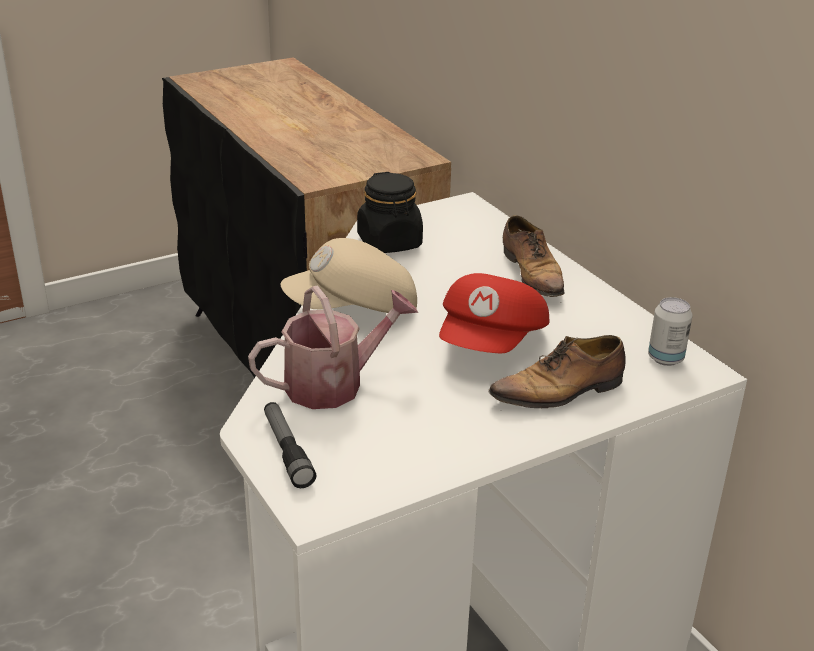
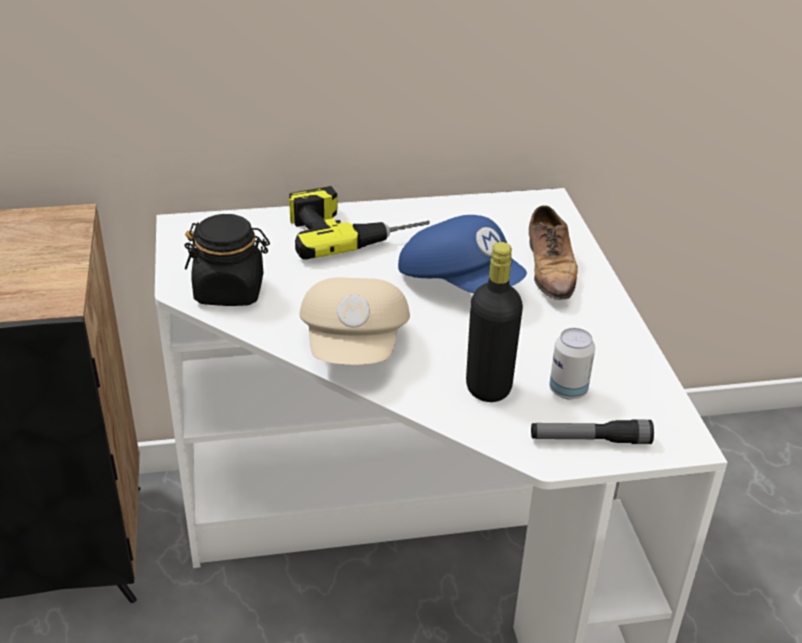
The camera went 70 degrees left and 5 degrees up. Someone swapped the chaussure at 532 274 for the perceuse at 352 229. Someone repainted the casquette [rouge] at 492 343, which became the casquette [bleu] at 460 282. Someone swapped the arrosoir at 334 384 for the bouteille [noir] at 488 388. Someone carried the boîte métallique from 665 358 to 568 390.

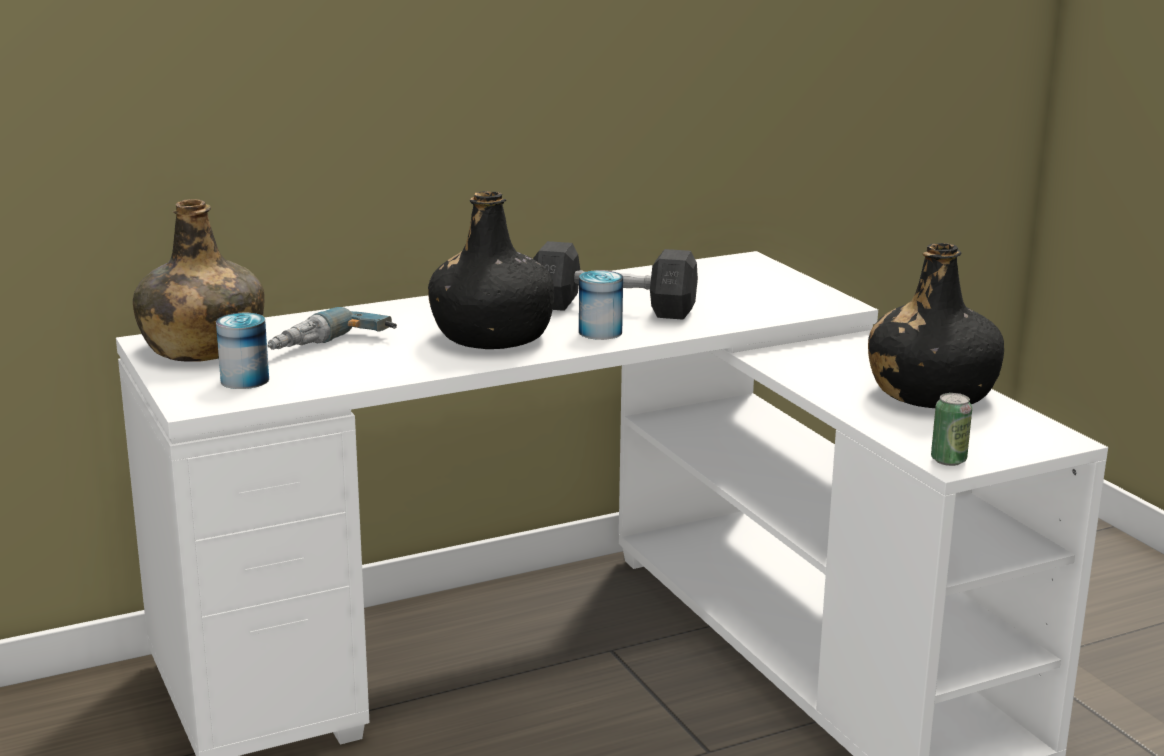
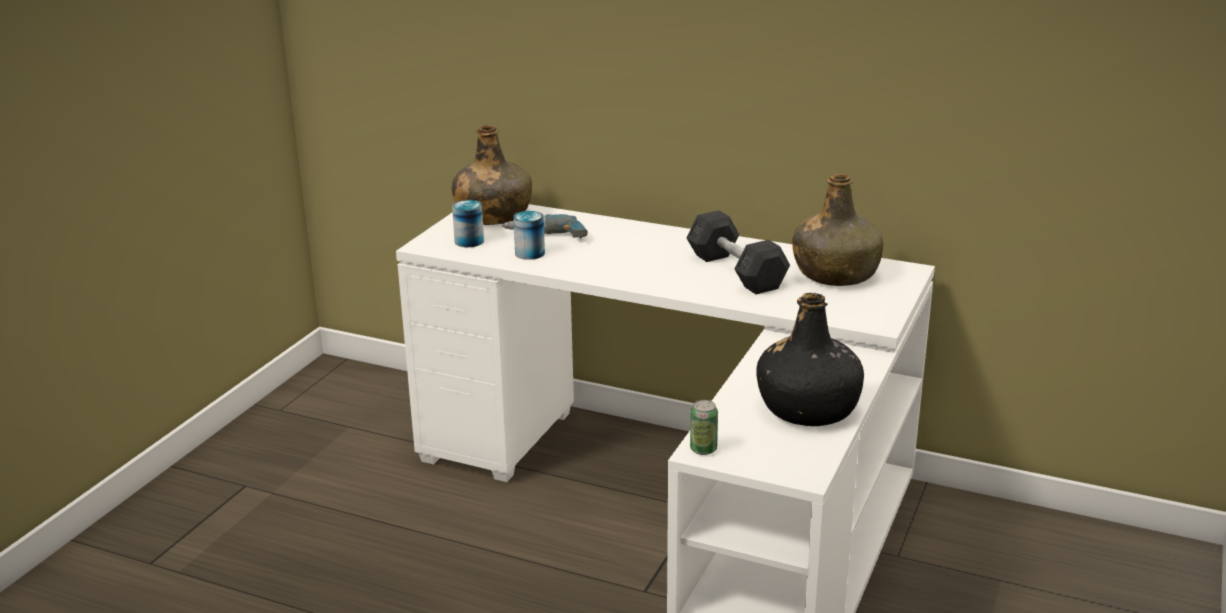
The camera went 50 degrees right and 5 degrees up. Someone took away the bouteille [noir] at 492 337. Someone carried the boîte métallique from 600 332 to 530 253. Someone put down the bouteille [vert] at 835 274.

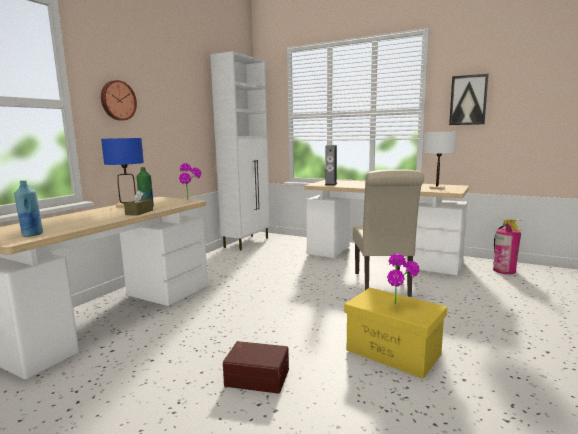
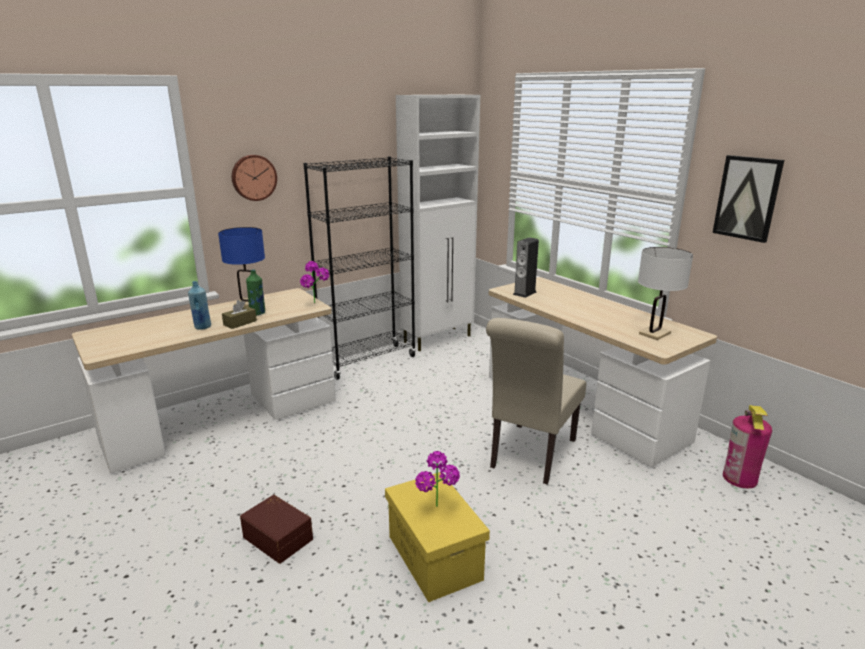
The camera went 25 degrees right and 10 degrees up. Someone carried the bouteille [bleu] from 32 234 to 202 327. Someone put down the bibliothèque [noir] at 368 362.

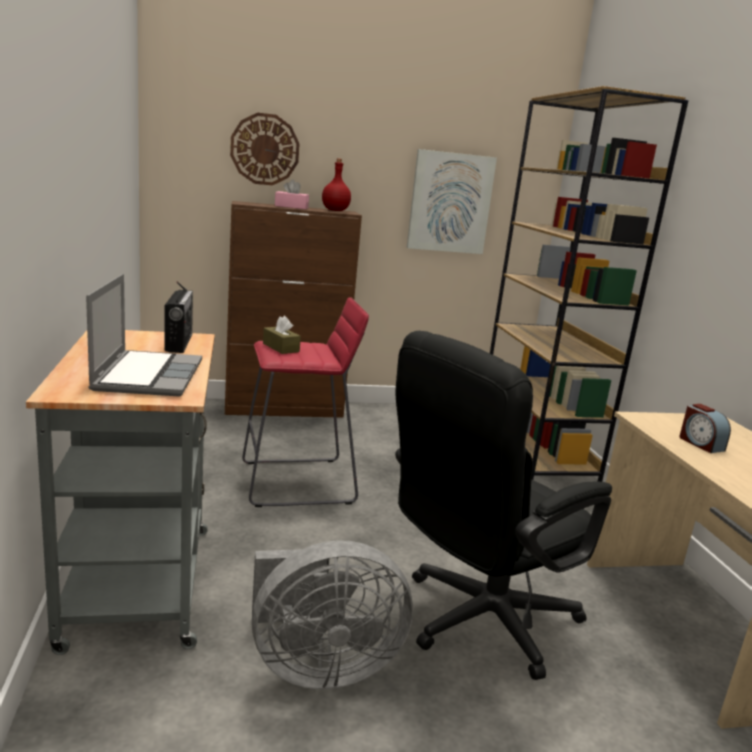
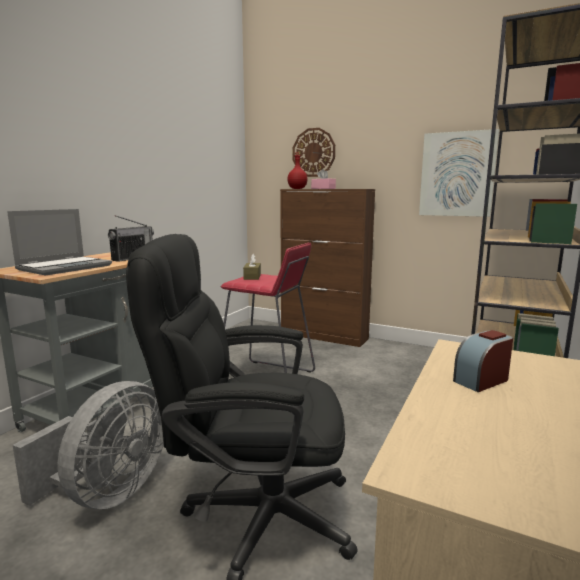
The camera went 40 degrees right and 5 degrees down. Someone carried the bouteille [rouge] from 334 210 to 297 189. Someone rotated the réveil at 700 443 by 45 degrees clockwise. Someone rotated the ventilateur [gris] at 318 666 by 90 degrees counterclockwise.

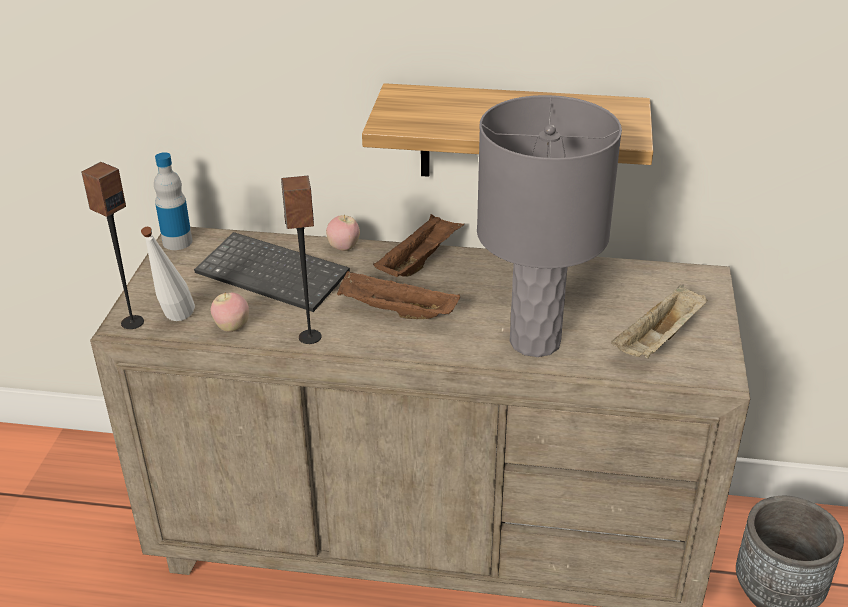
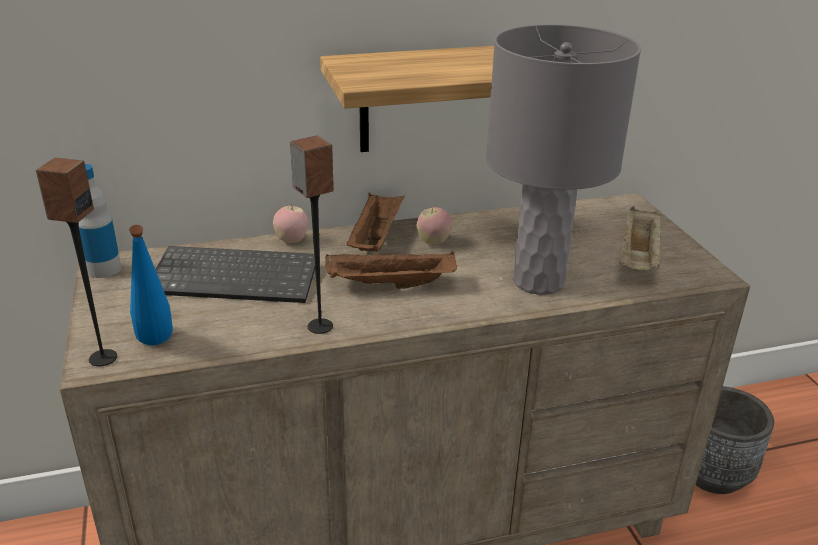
The camera went 25 degrees left and 5 degrees down. Someone repainted the bouteille [blanc] at 175 323, which became the bouteille [bleu] at 156 347. Someone carried the pomme from 232 327 to 433 242.

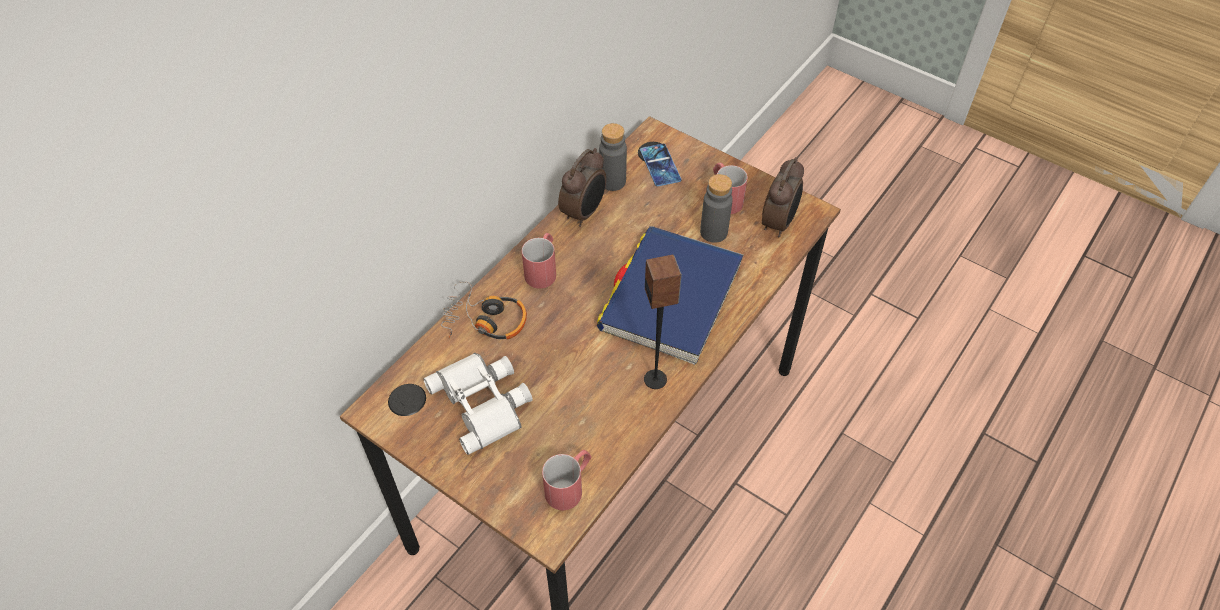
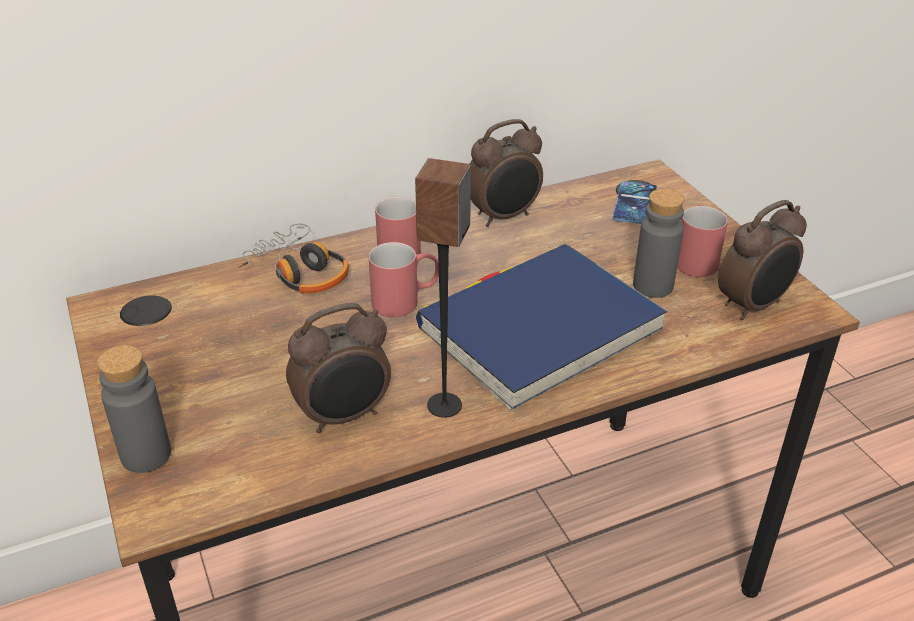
The camera went 30 degrees right and 15 degrees down. Someone carried the bouteille [gris] from 612 181 to 146 455. Someone took away the jumelles [blanc] at 484 402. Someone carried the mug [rouge] from 570 486 to 406 301. Someone put down the réveil at 344 416.

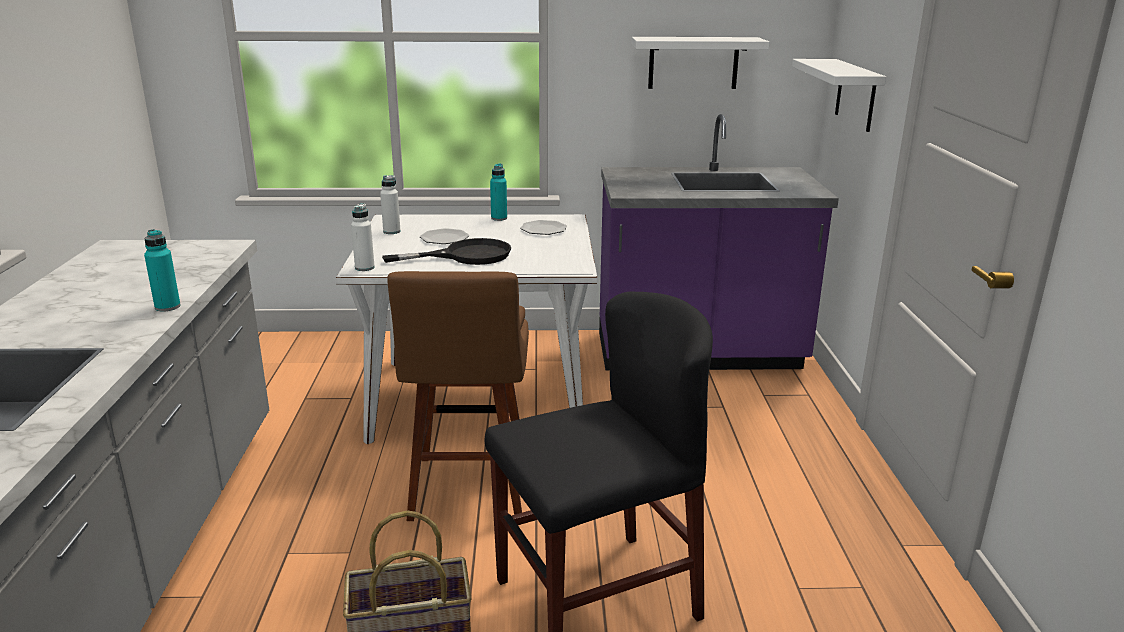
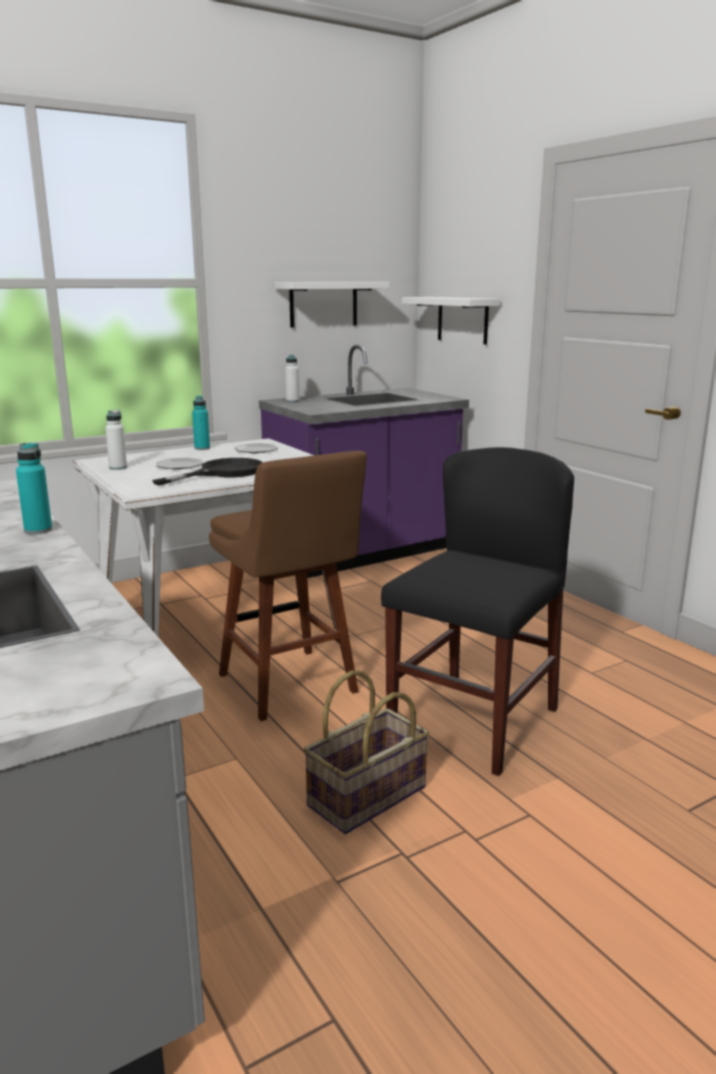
The camera went 30 degrees left and 5 degrees down. Someone carried the bouteille [blanc] from 364 268 to 292 401.

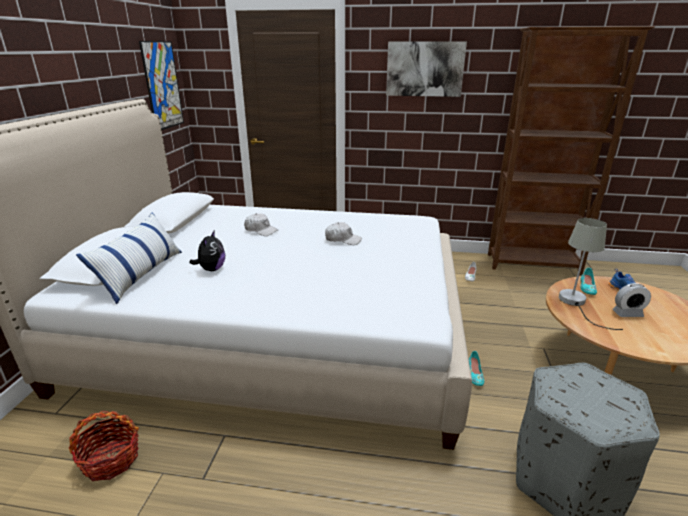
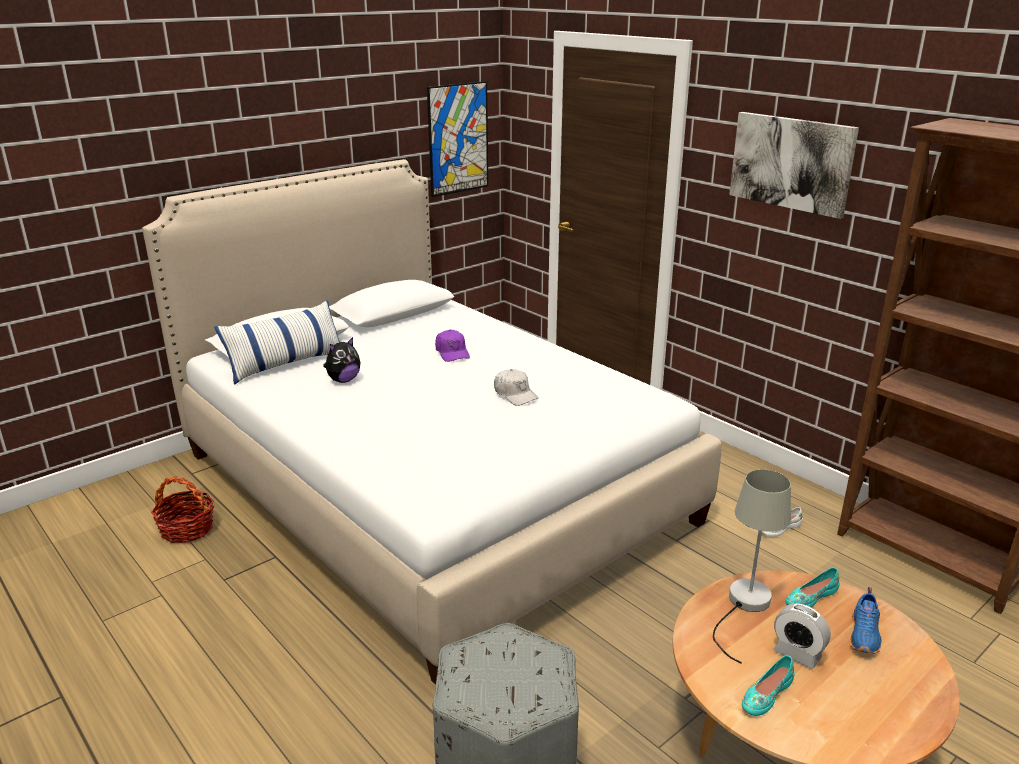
The camera went 40 degrees right and 0 degrees up. Someone repainted the casquette [blanc] at 261 230, which became the casquette [violet] at 452 353. Someone carried the chaussure [turquoise] from 474 374 to 766 694.

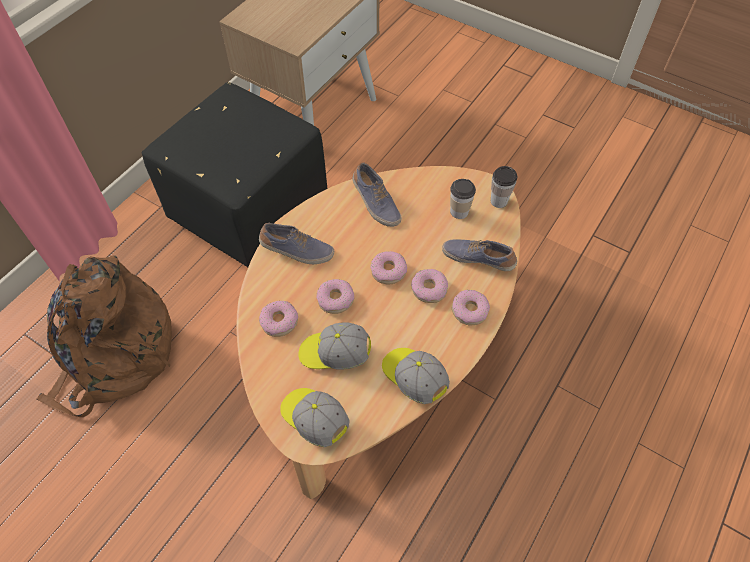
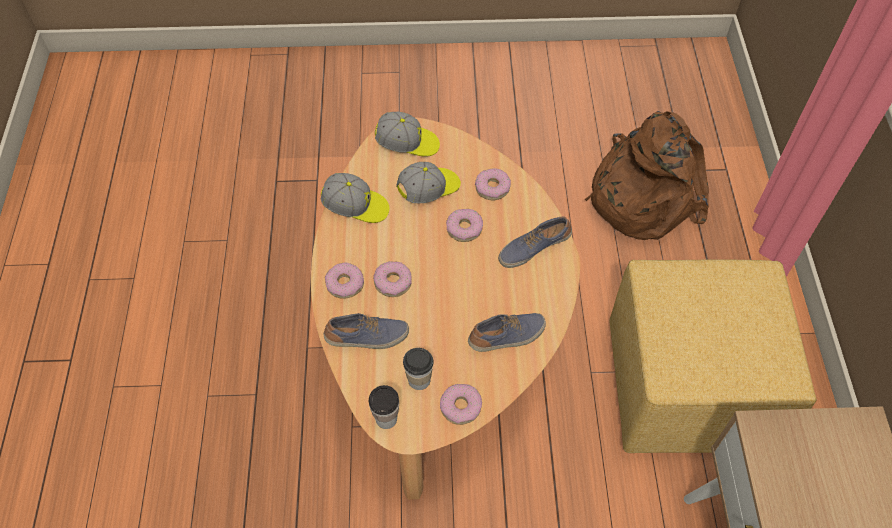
The camera went 145 degrees right and 0 degrees up. Someone repainted the pouf [noir] at 248 209, which became the pouf [jaune] at 689 388. Someone rotated the chaussure at 375 203 by 135 degrees clockwise. Someone carried the beignet from 388 271 to 460 406.

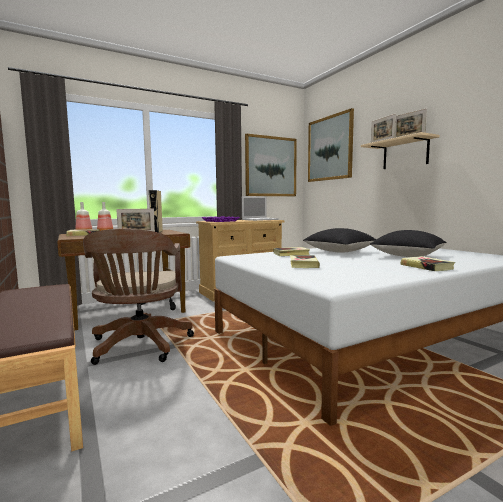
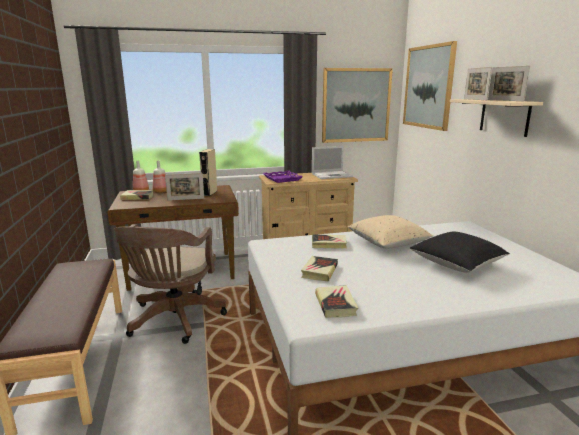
The camera went 15 degrees right and 10 degrees up. Someone repainted the coussin [noir] at 339 251, which became the coussin [beige] at 388 243. Someone carried the livre from 426 267 to 335 304.

